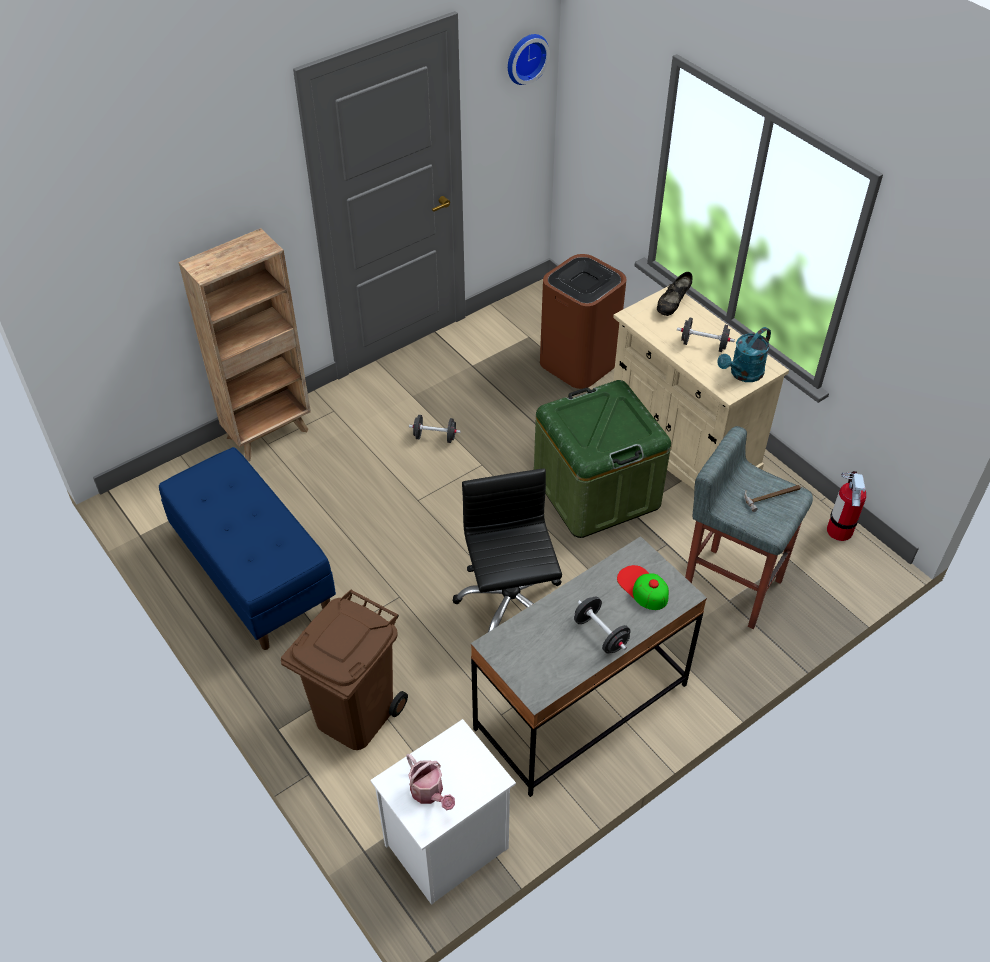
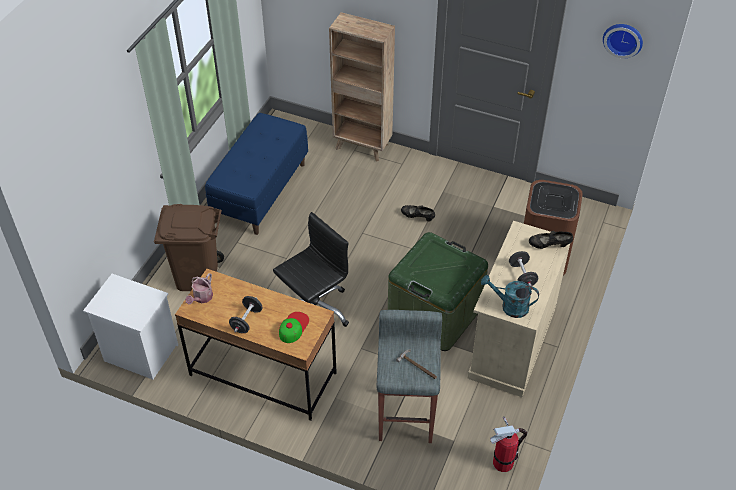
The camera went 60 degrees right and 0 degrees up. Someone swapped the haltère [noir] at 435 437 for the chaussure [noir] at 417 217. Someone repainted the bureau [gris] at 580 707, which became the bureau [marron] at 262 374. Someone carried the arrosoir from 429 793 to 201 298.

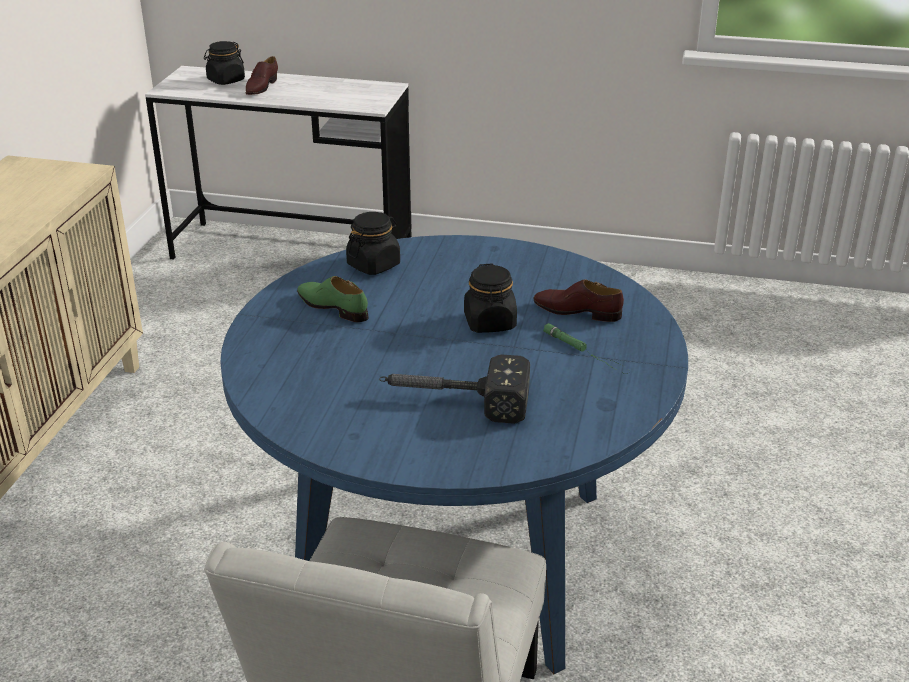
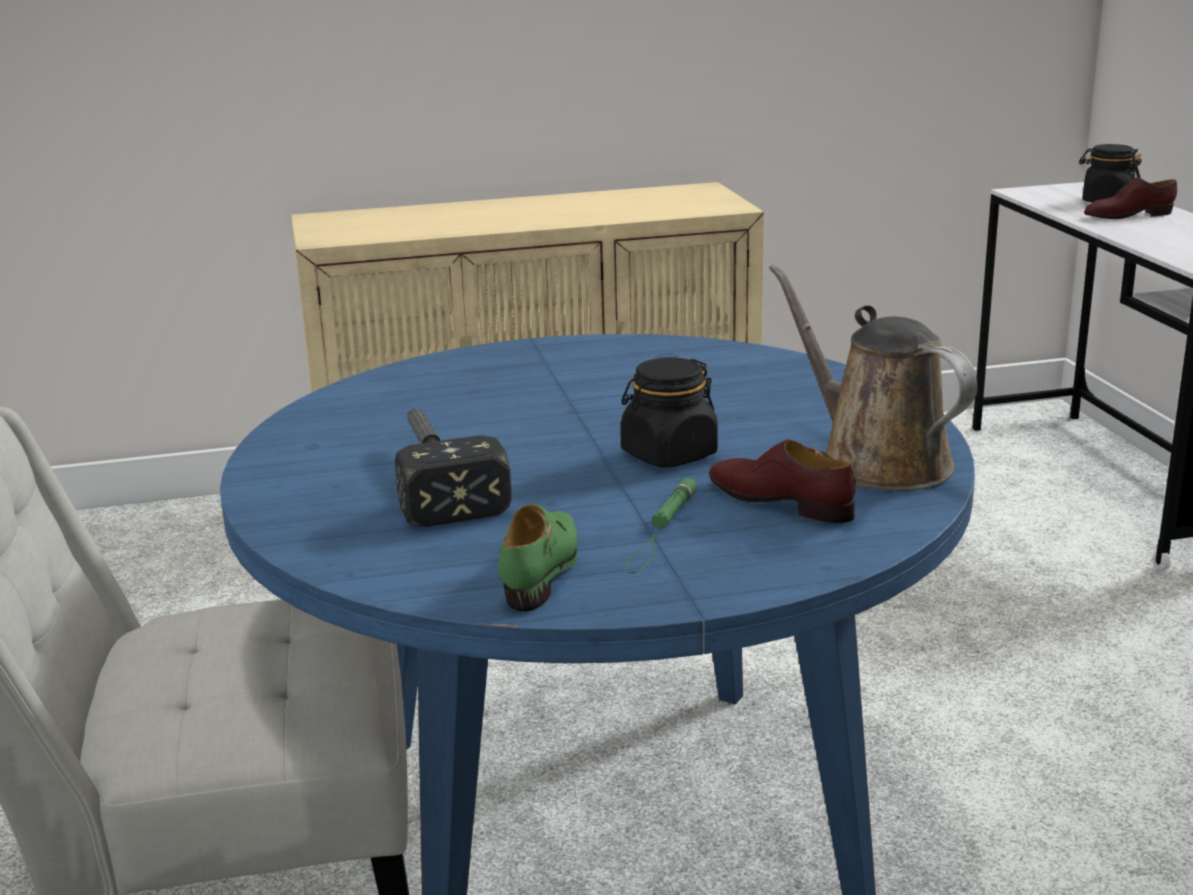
The camera went 65 degrees right and 10 degrees down. Someone took away the bocal [noir] at 373 265. Someone carried the chaussure [vert] from 333 307 to 543 570. Someone rotated the chaussure [marron] at 577 311 by 45 degrees counterclockwise. Someone put down the arrosoir [marron] at 875 460.

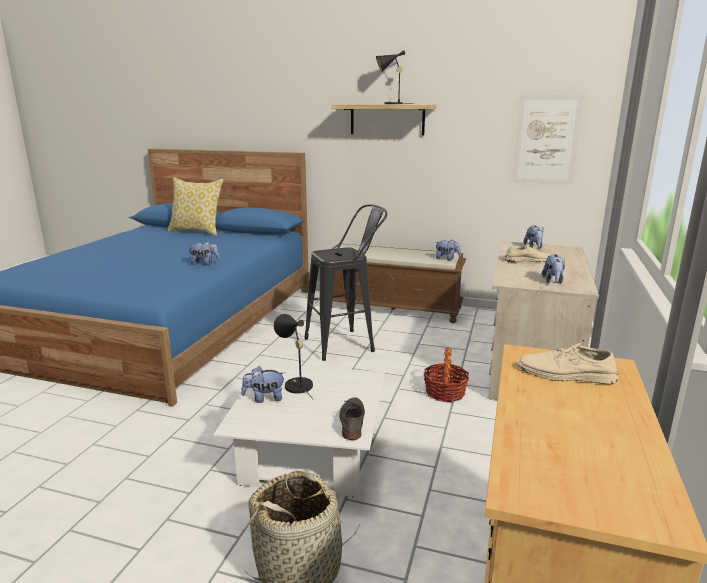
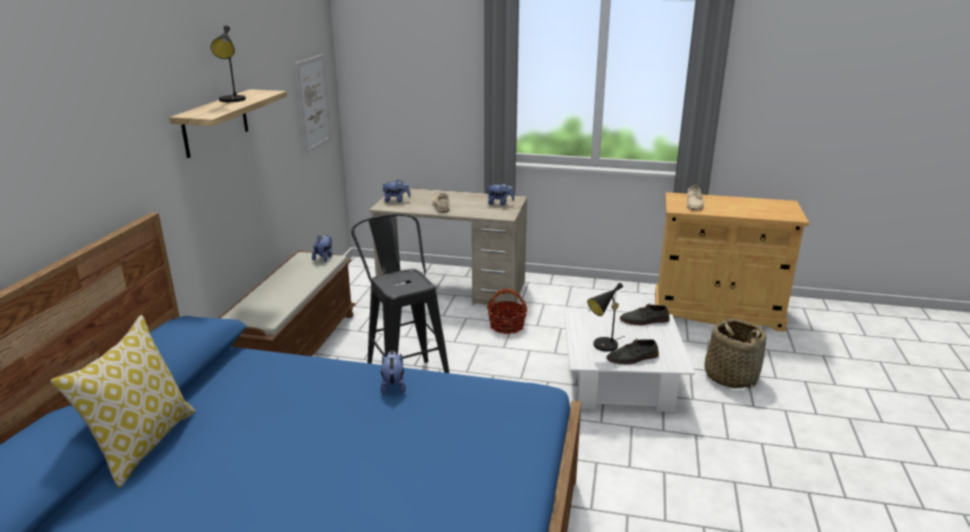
The camera went 95 degrees left and 5 degrees up. Someone swapped the peluche at 264 398 for the chaussure [gris] at 632 358.

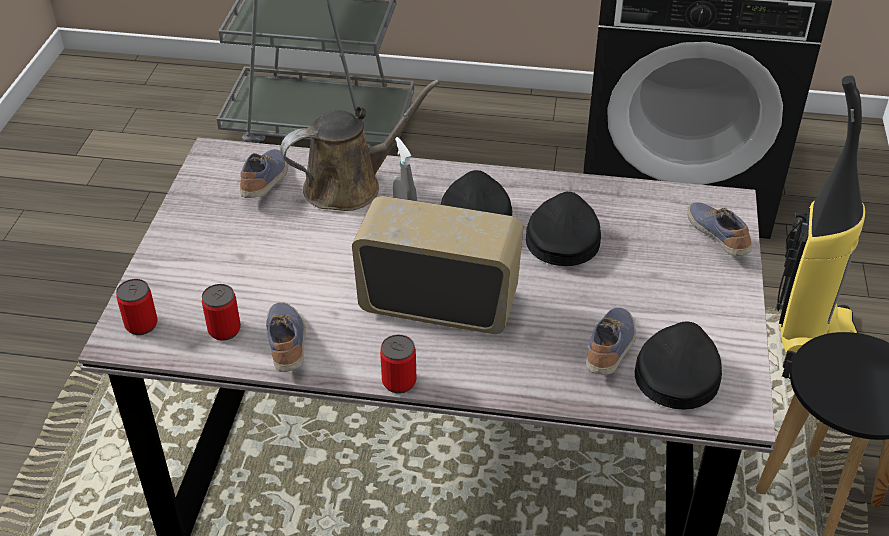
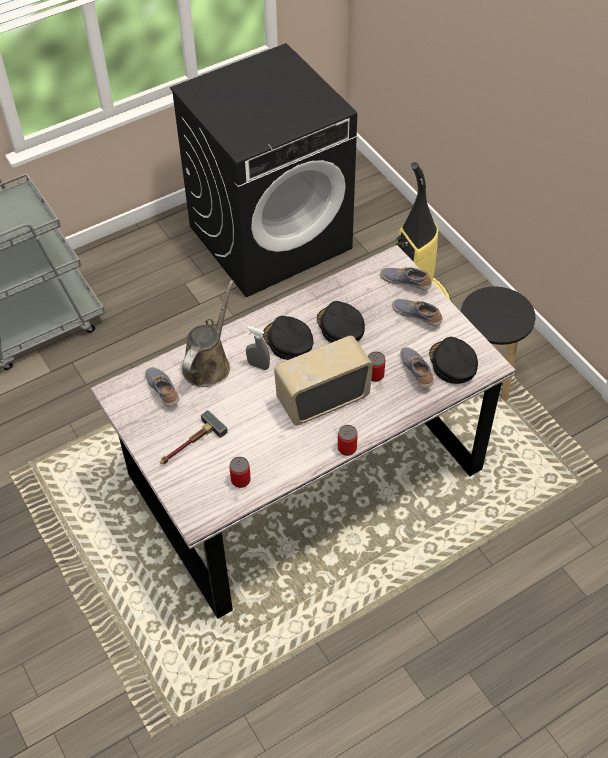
The camera went 40 degrees left and 10 degrees up. Someone carried the boîte métallique from 141 325 to 375 375. Someone carried the chaussure from 287 345 to 417 315. Someone put down the marteau at 190 444.

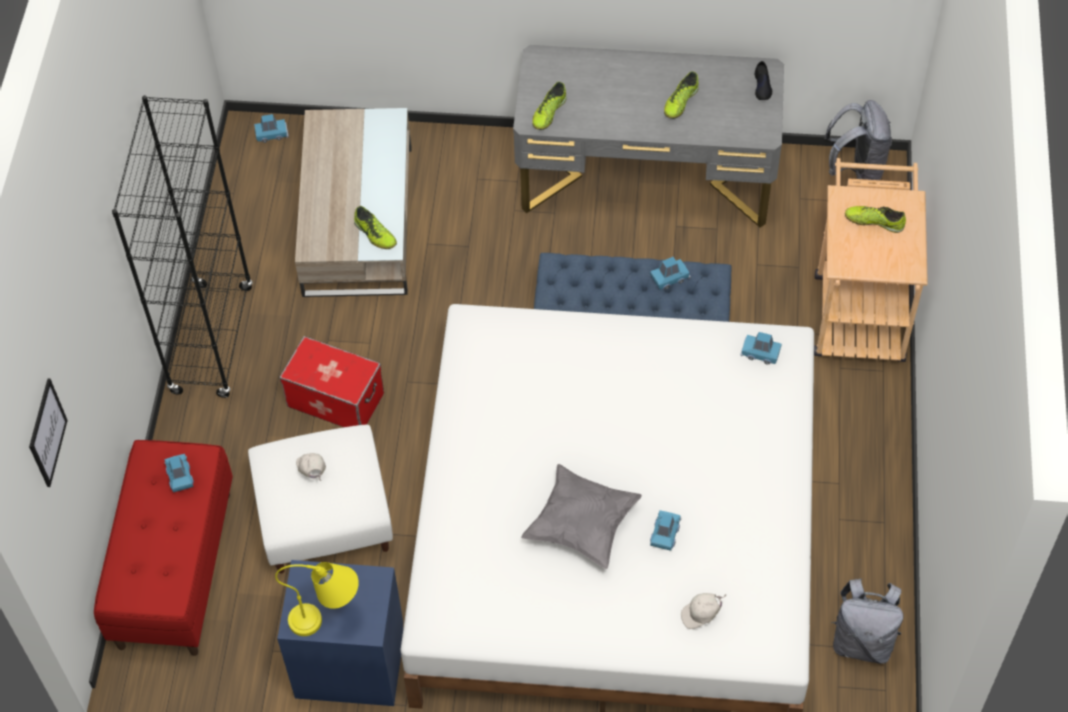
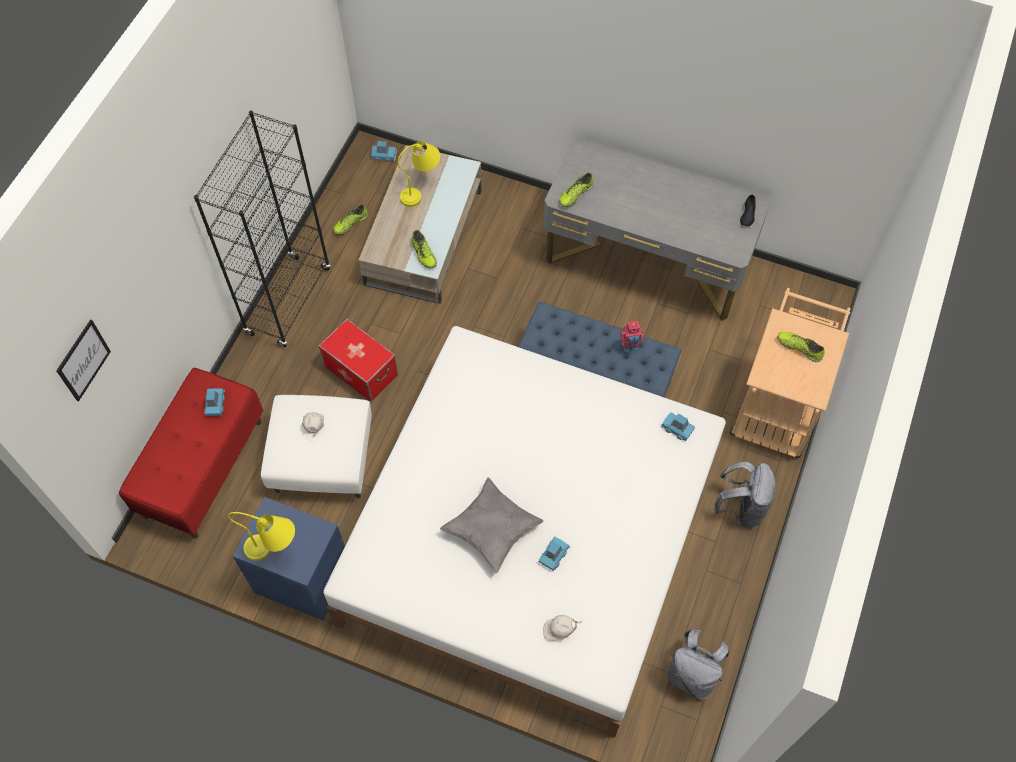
The camera went 15 degrees right and 5 degrees up. Someone carried the chaussure from 680 102 to 350 223. Someone carried the sac à dos [gris] from 856 169 to 741 508. Someone swapped the petite voiture [bleu] at 669 277 for the robot jouet at 629 347. Someone put down the lampe de table [jaune] at 421 190.

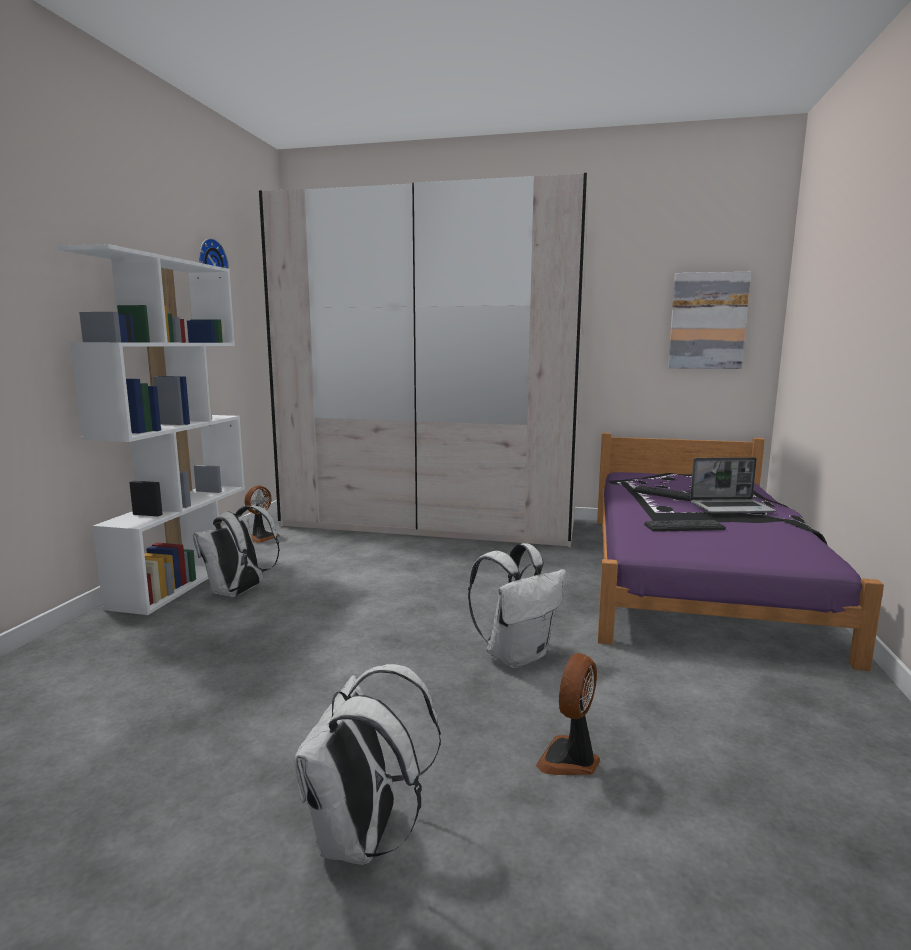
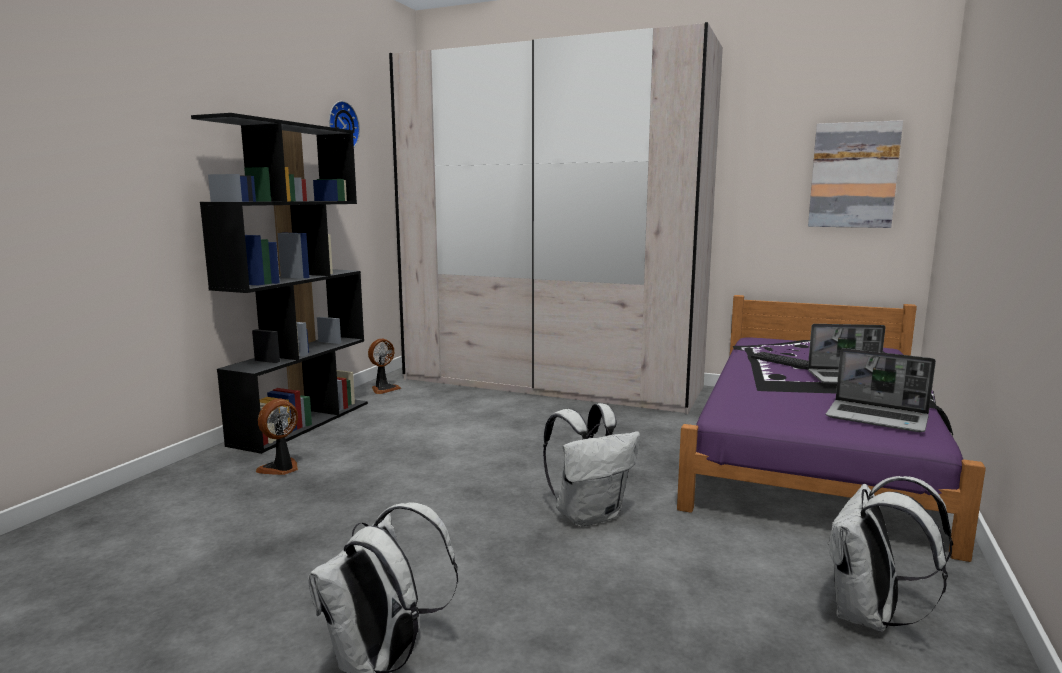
The camera went 10 degrees right and 0 degrees up. Someone repainted the bibliothèque [blanc] at 184 578, which became the bibliothèque [noir] at 302 422. Someone carried the sac à dos [blanc] from 238 593 to 870 617. Someone took away the clavier at 684 527. Someone carried the ventilateur from 570 760 to 281 469. Someone put down the ordinateur portable at 878 418.

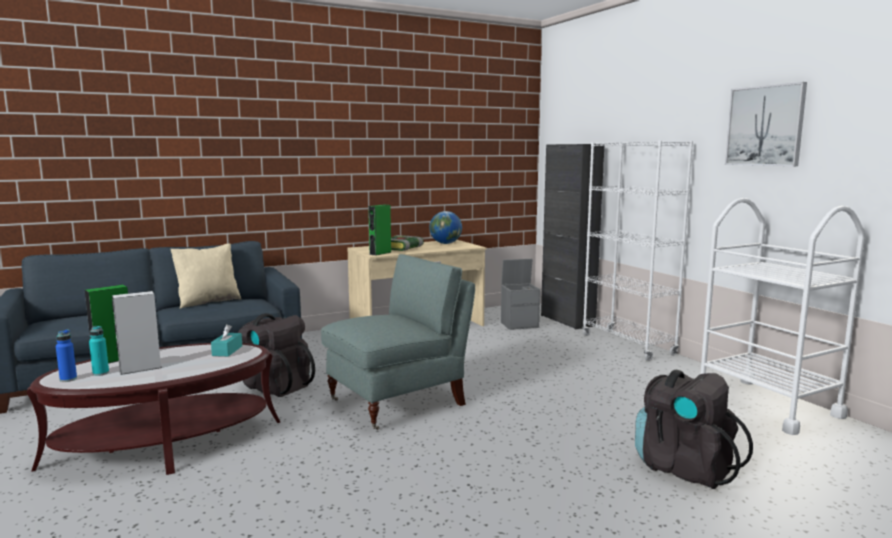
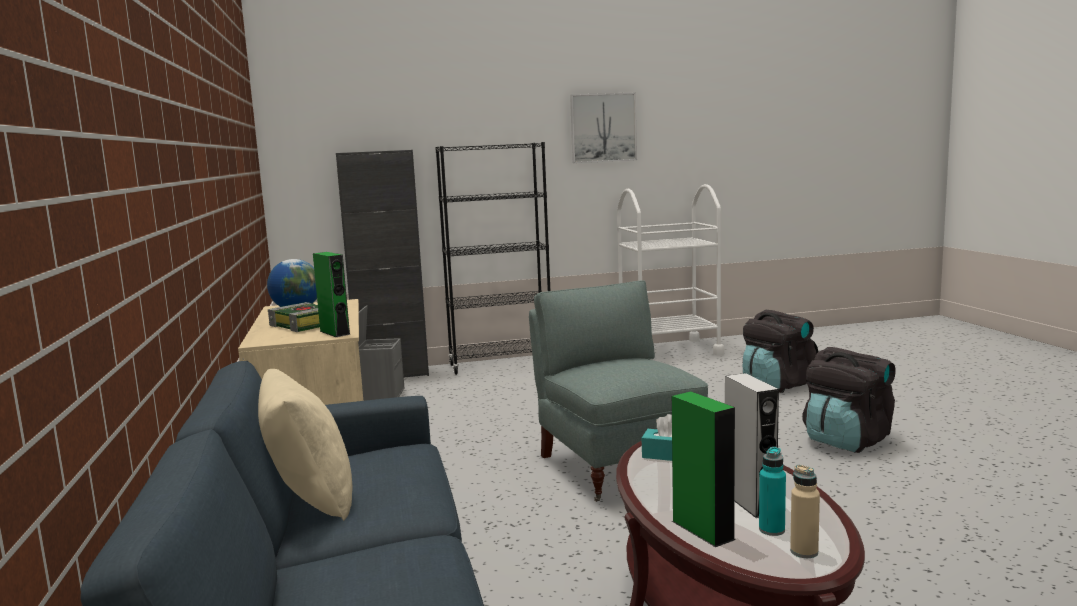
The camera went 75 degrees left and 0 degrees up. Someone repainted the bibliothèque [blanc] at 627 345, which became the bibliothèque [noir] at 501 365. Someone carried the sac à dos [noir] from 275 386 to 847 440. Someone repainted the bouteille [bleu] at 68 379, which became the bouteille [beige] at 804 552.

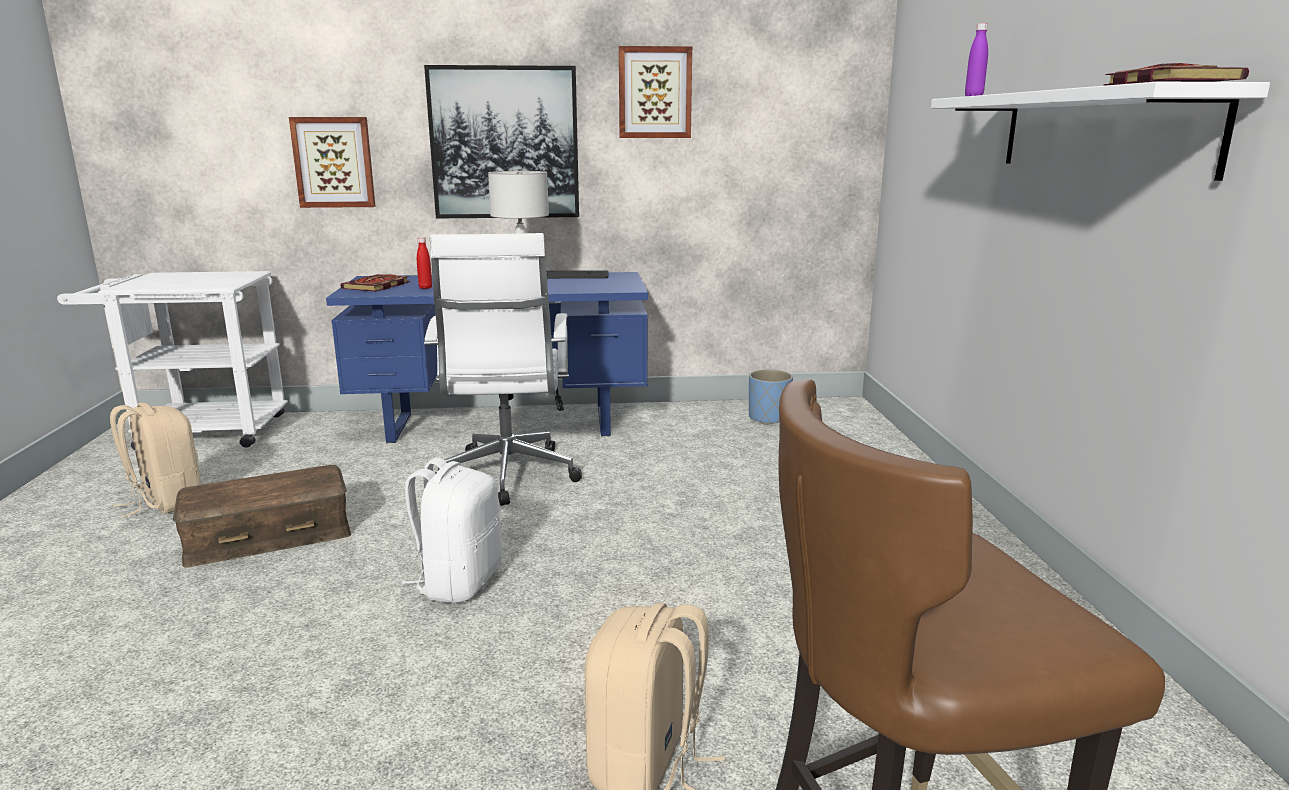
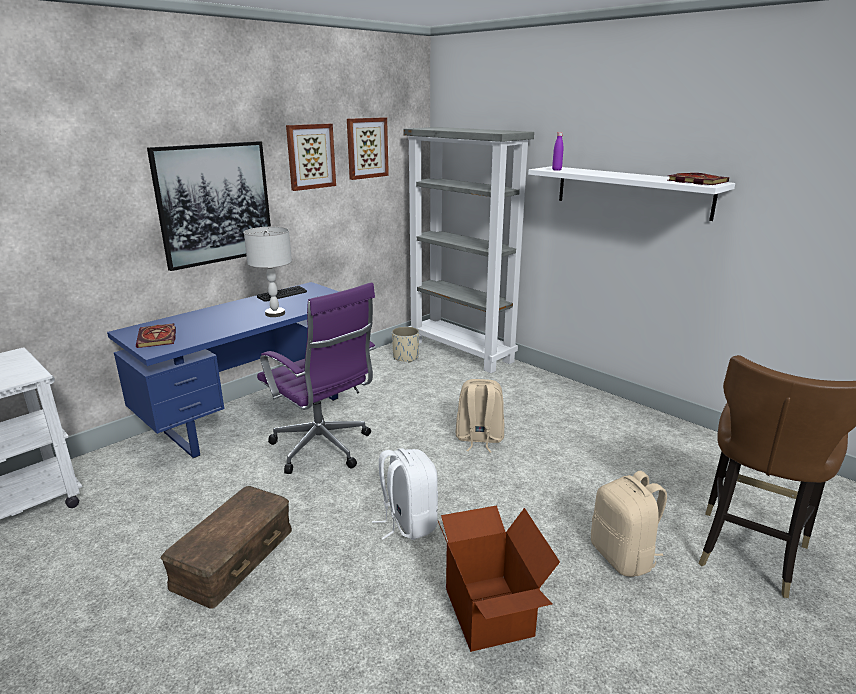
The camera went 40 degrees left and 5 degrees up. Someone carried the tableau from 334 162 to 366 148. Someone repainted the chaise de bureau [blanc] at 507 478, which became the chaise de bureau [violet] at 324 449. Someone took away the bouteille [rouge] at 425 288. Someone repainted the cache-pot [bleu] at 769 418, which became the cache-pot [beige] at 406 357. Someone carried the sac à dos [beige] from 165 502 to 479 439. Someone put down the bibliothèque [gris] at 462 351. Someone put down the carton at 490 611.

